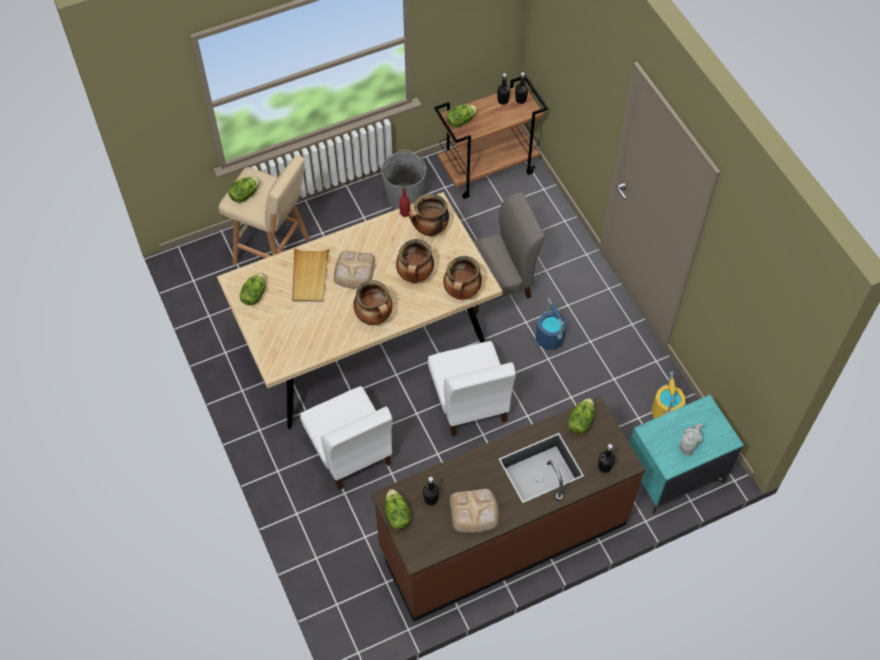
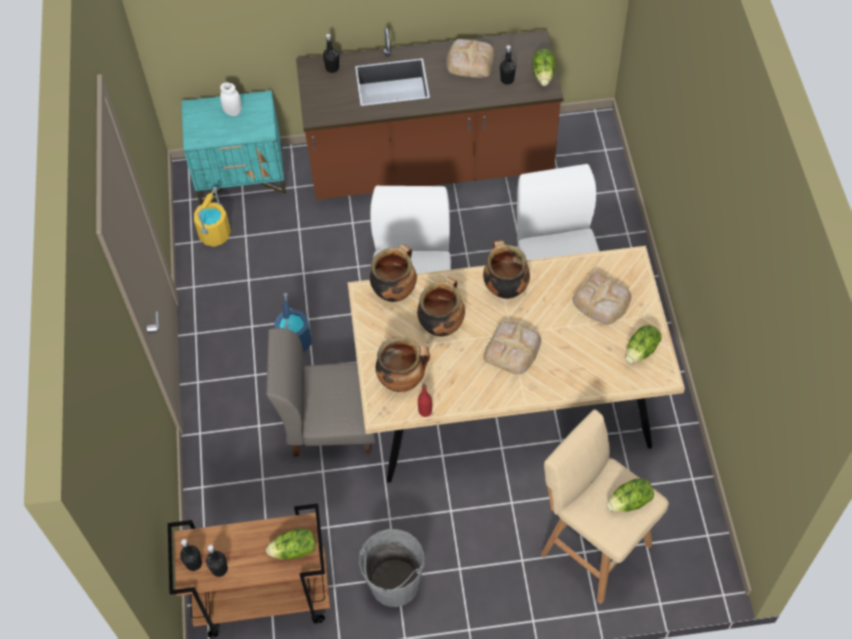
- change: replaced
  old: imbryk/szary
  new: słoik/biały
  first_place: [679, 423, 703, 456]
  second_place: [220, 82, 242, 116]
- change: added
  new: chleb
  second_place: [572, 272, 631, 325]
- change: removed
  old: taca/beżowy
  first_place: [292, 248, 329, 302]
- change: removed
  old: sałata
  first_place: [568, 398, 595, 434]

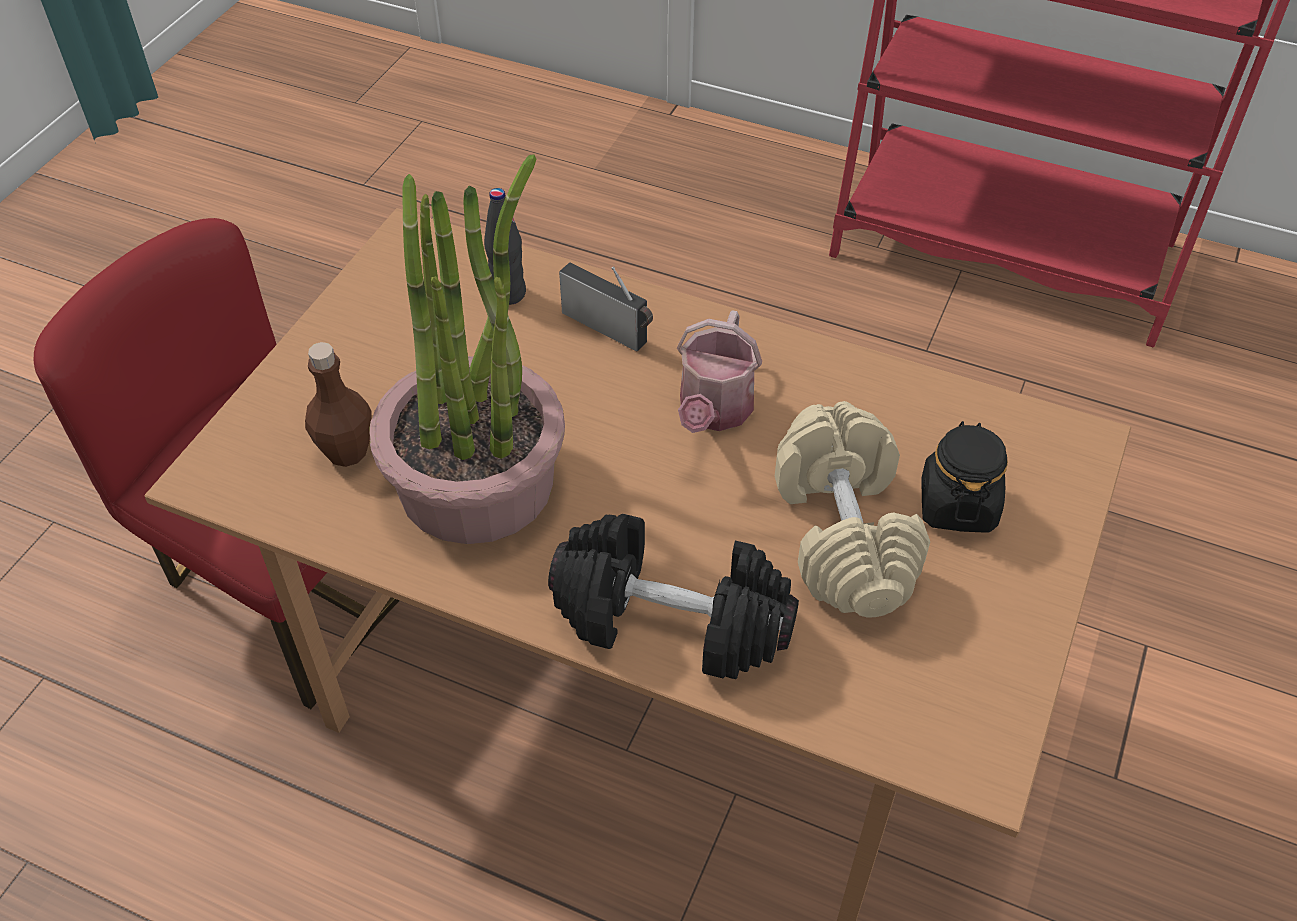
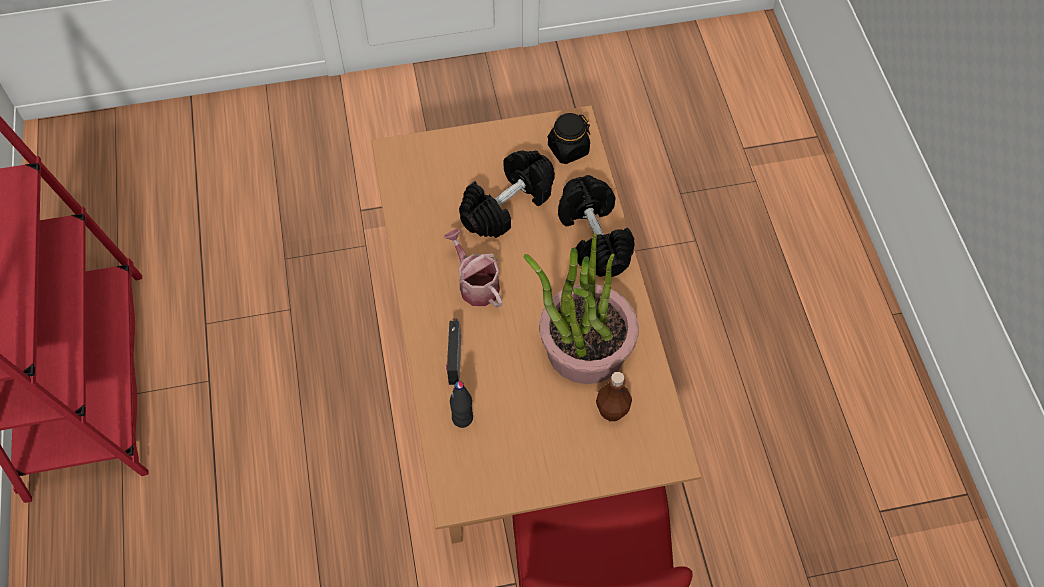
- change: turned
  old: konewka
  first_place: [677, 310, 762, 433]
  second_place: [444, 229, 502, 307]
  degrees: -105
- change: recoloured
  old: hantel/beżowy
  new: hantel/czarny
  first_place: [775, 401, 930, 617]
  second_place: [459, 150, 555, 238]
- change: moved
  old: słoik/czarny
  first_place: [922, 421, 1008, 533]
  second_place: [547, 113, 590, 164]

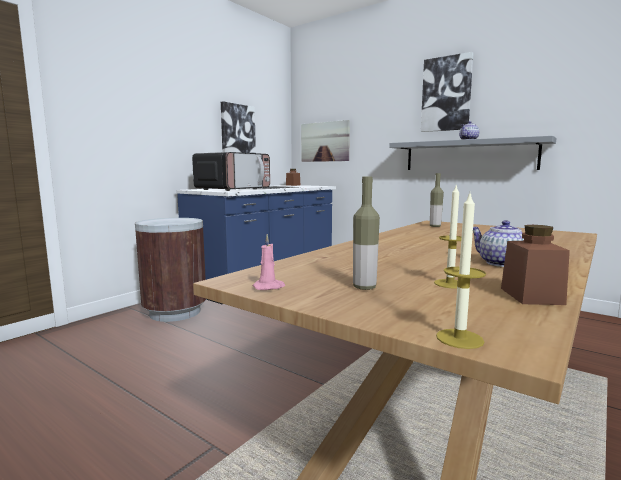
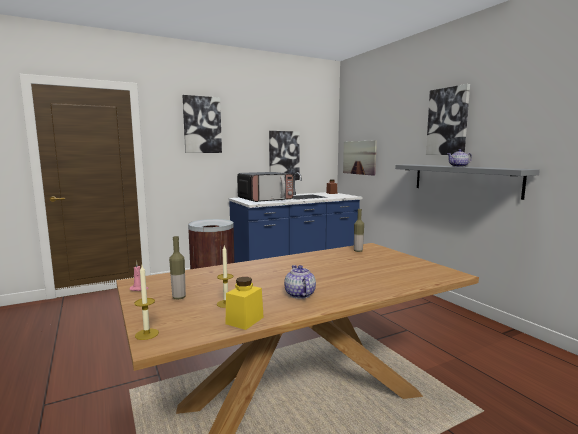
- change: added
  new: obraz
  second_place: [182, 95, 222, 153]
- change: recoloured
  old: słoik/brązowy
  new: słoik/żółty
  first_place: [501, 225, 570, 305]
  second_place: [226, 277, 264, 330]

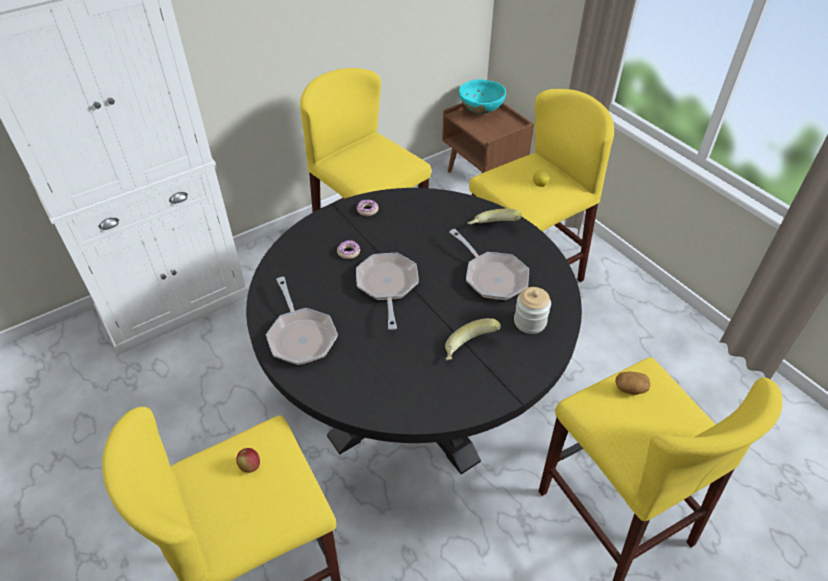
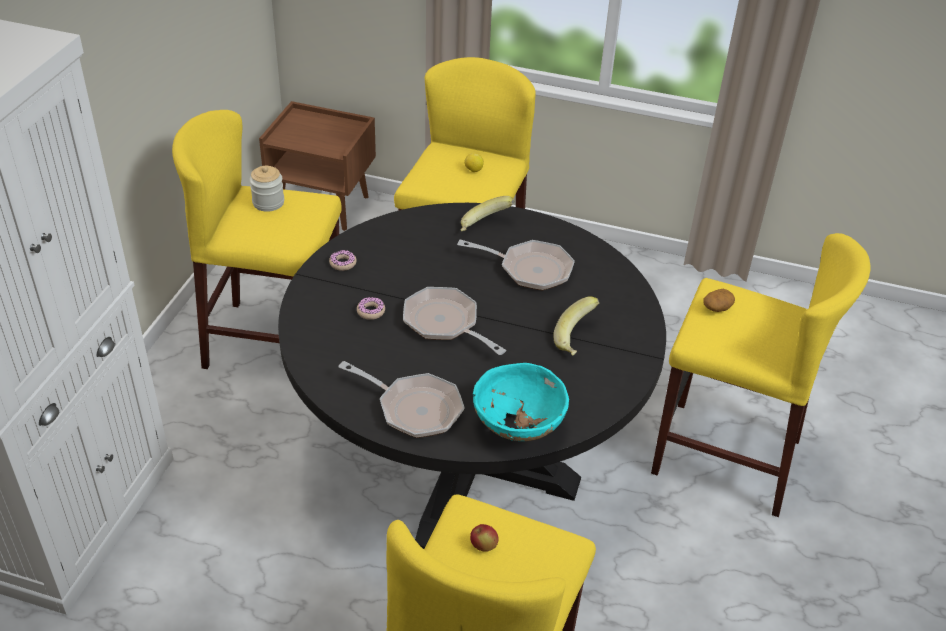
- change: moved
  old: słoik
  first_place: [514, 287, 551, 334]
  second_place: [249, 166, 284, 212]
- change: moved
  old: miska/turkusowy
  first_place: [459, 79, 506, 114]
  second_place: [473, 363, 569, 441]

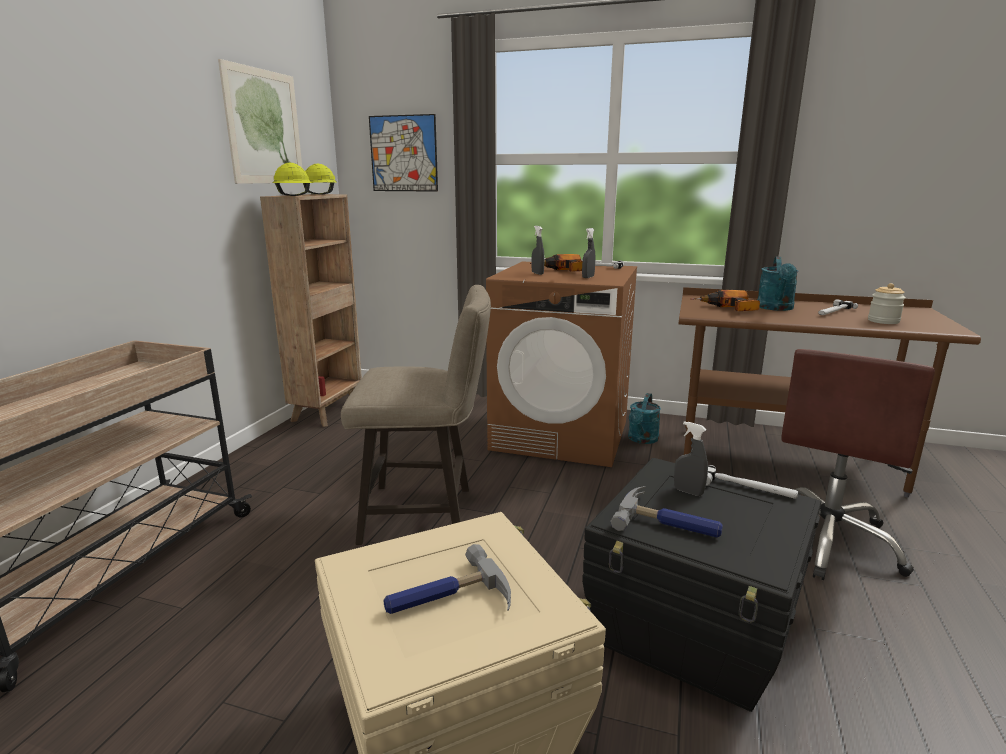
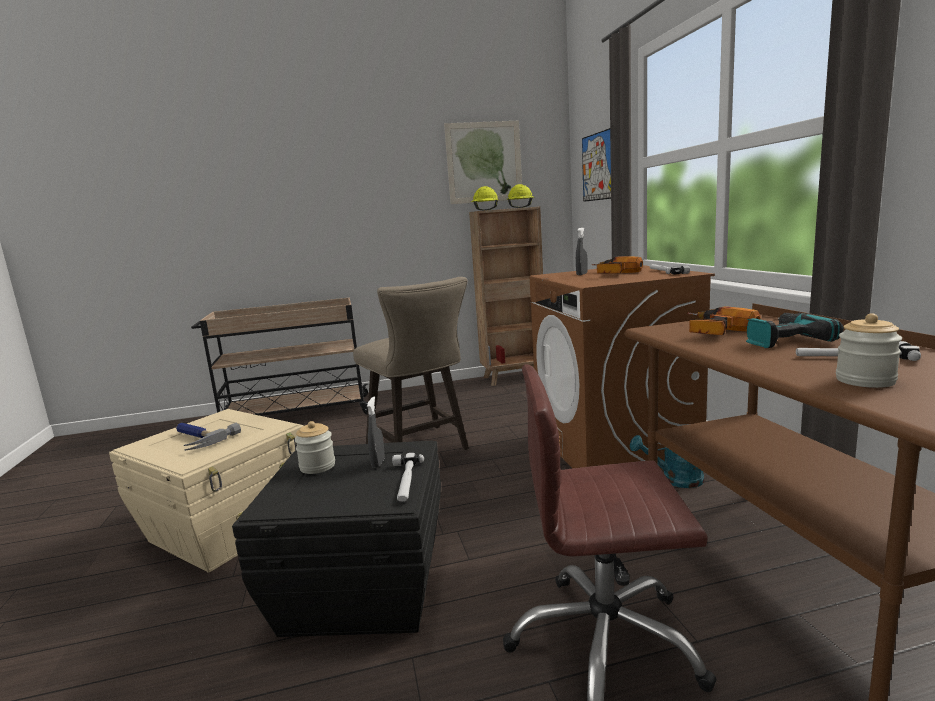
- change: replaced
  old: młotek
  new: słoik
  first_place: [610, 486, 723, 537]
  second_place: [295, 421, 335, 474]
- change: replaced
  old: konewka/turkusowy
  new: wiertarka
  first_place: [757, 257, 799, 311]
  second_place: [746, 313, 844, 348]
- change: removed
  old: spryskiwacz/szary
  first_place: [582, 228, 595, 278]

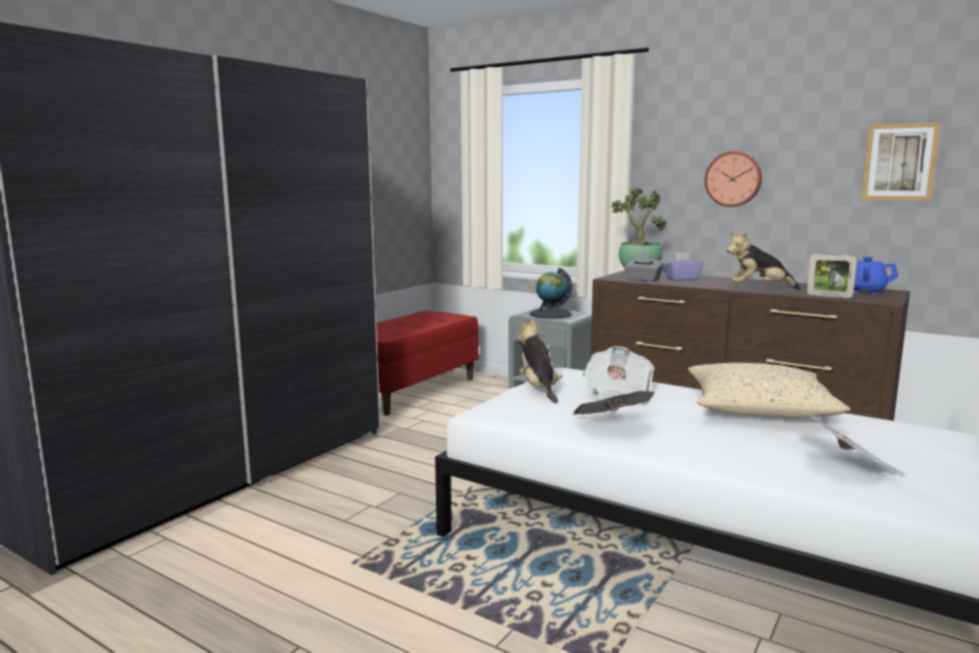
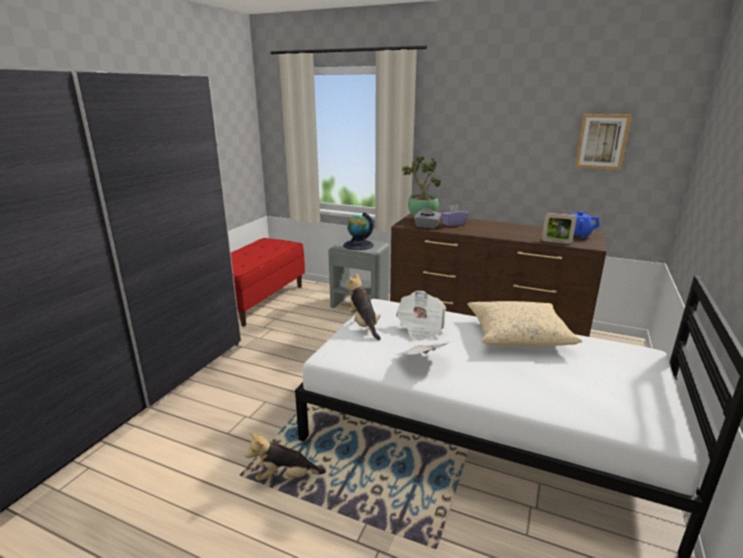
- change: moved
  old: pluszak
  first_place: [727, 231, 800, 289]
  second_place: [245, 433, 326, 481]
- change: removed
  old: zegar ścienny
  first_place: [705, 151, 762, 207]
- change: removed
  old: gazeta
  first_place: [798, 412, 905, 473]

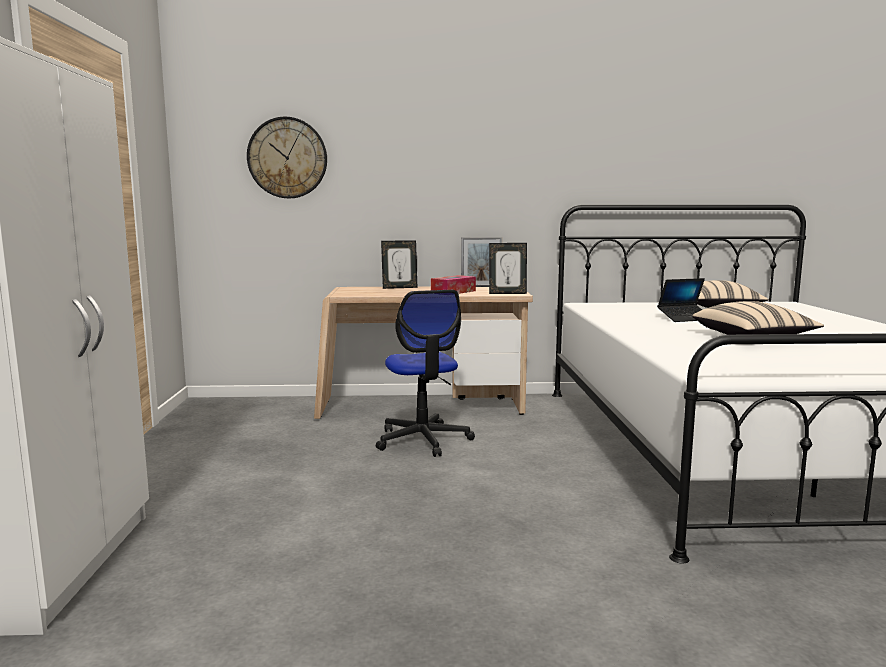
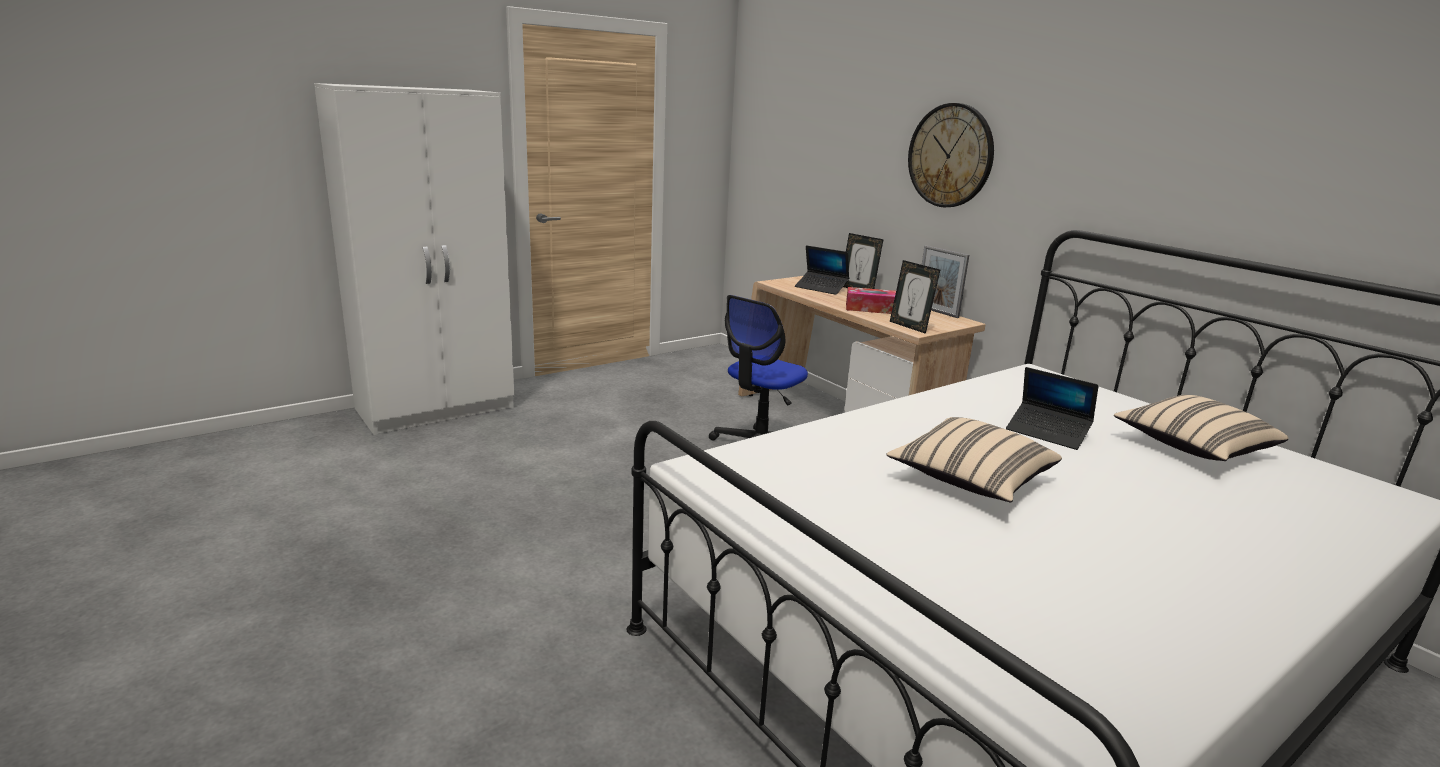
- change: added
  new: laptop
  second_place: [795, 245, 849, 295]
- change: moved
  old: zegar ścienny
  first_place: [247, 117, 327, 198]
  second_place: [908, 103, 994, 207]

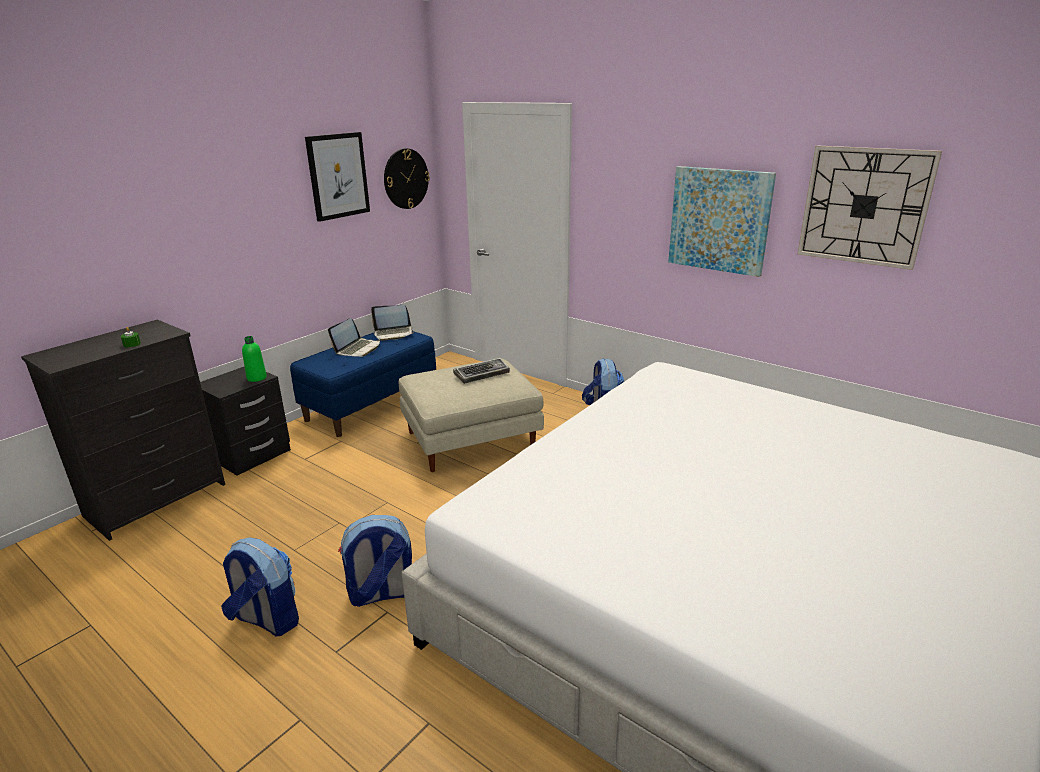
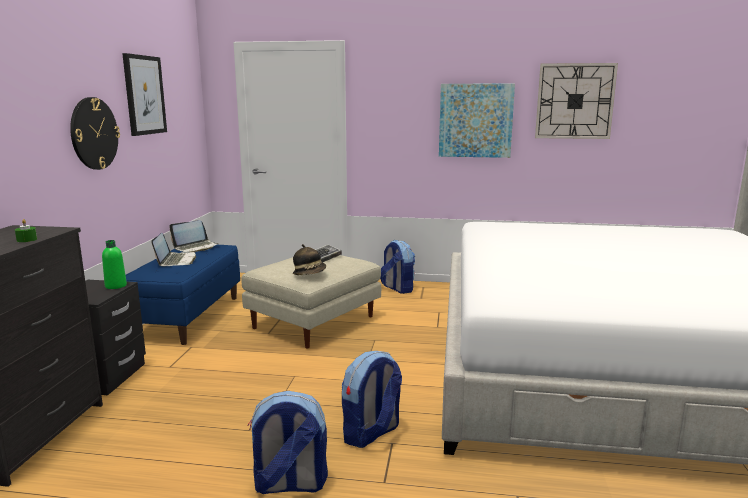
- change: moved
  old: zegar ścienny
  first_place: [384, 148, 430, 209]
  second_place: [70, 97, 120, 170]
- change: added
  new: kapelusz
  second_place: [293, 244, 326, 275]

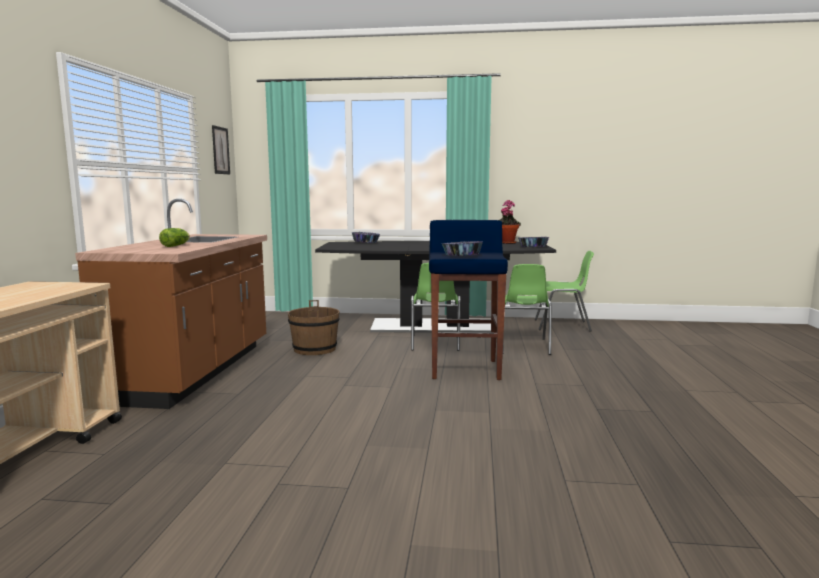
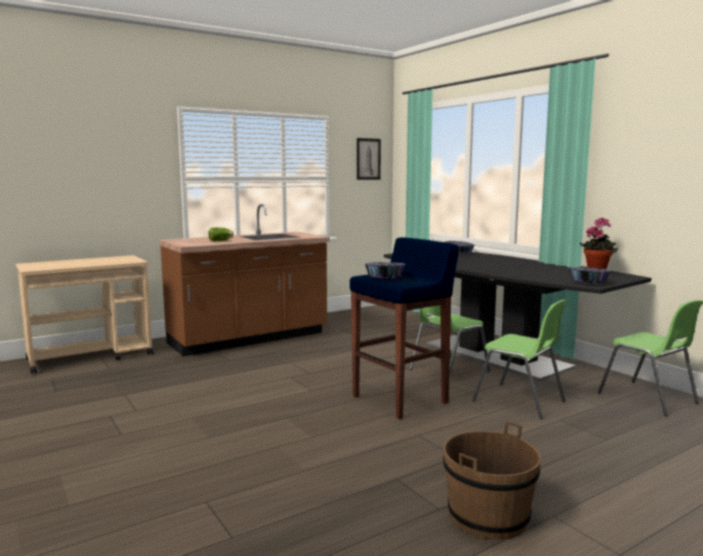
- change: moved
  old: wiadro/brązowy
  first_place: [288, 300, 340, 355]
  second_place: [443, 421, 541, 540]
- change: turned
  old: krzesło/zielony
  first_place: [496, 264, 552, 355]
  second_place: [472, 299, 567, 419]
  degrees: -105

